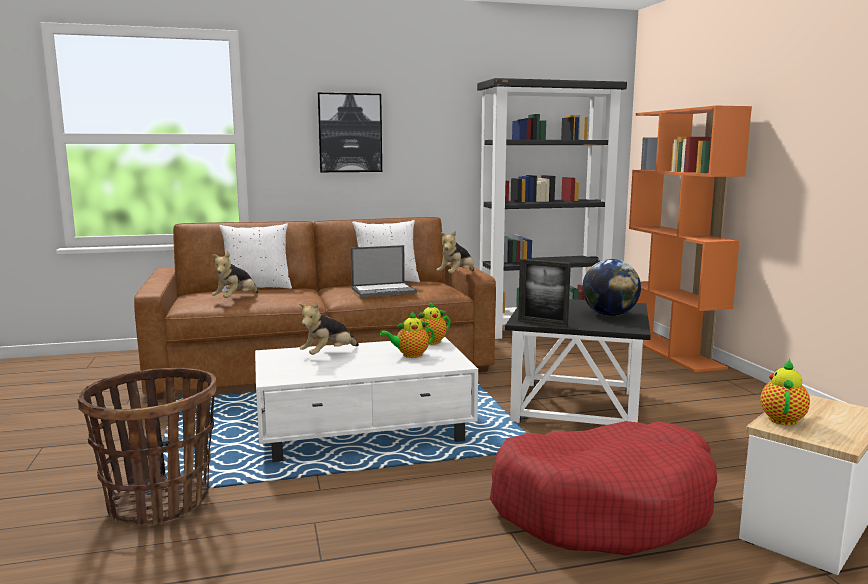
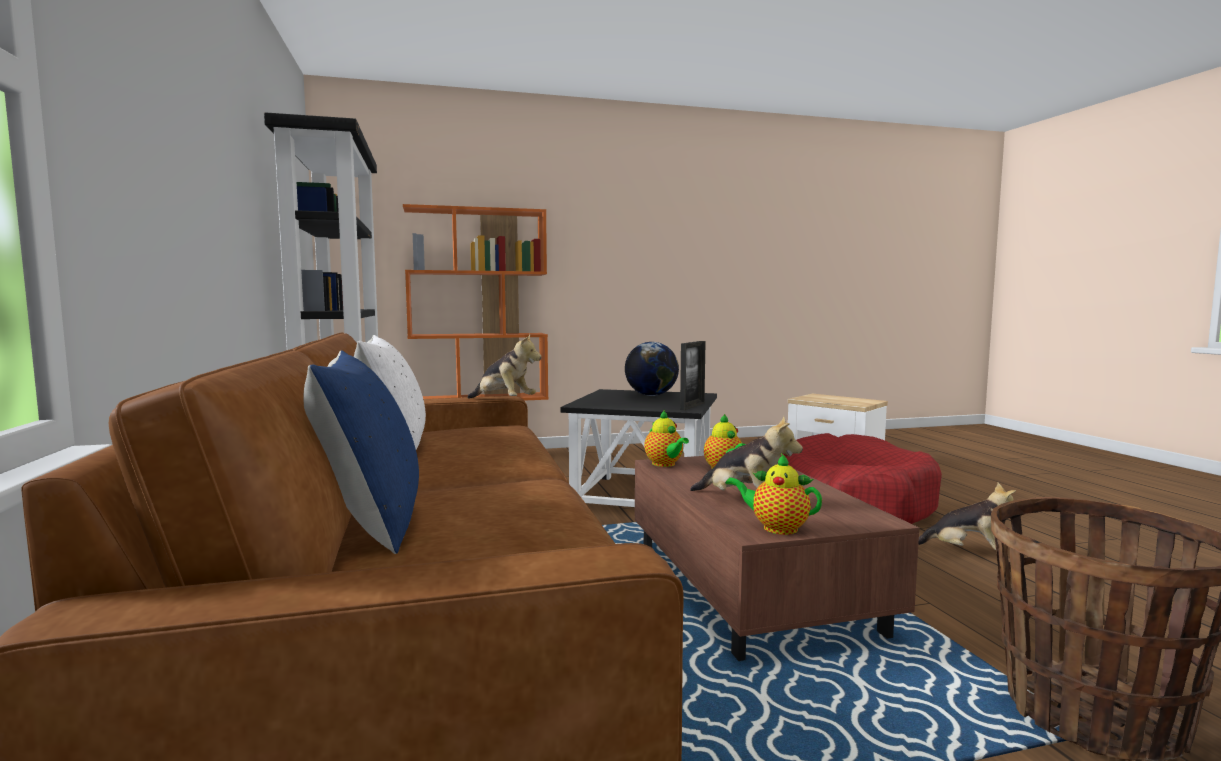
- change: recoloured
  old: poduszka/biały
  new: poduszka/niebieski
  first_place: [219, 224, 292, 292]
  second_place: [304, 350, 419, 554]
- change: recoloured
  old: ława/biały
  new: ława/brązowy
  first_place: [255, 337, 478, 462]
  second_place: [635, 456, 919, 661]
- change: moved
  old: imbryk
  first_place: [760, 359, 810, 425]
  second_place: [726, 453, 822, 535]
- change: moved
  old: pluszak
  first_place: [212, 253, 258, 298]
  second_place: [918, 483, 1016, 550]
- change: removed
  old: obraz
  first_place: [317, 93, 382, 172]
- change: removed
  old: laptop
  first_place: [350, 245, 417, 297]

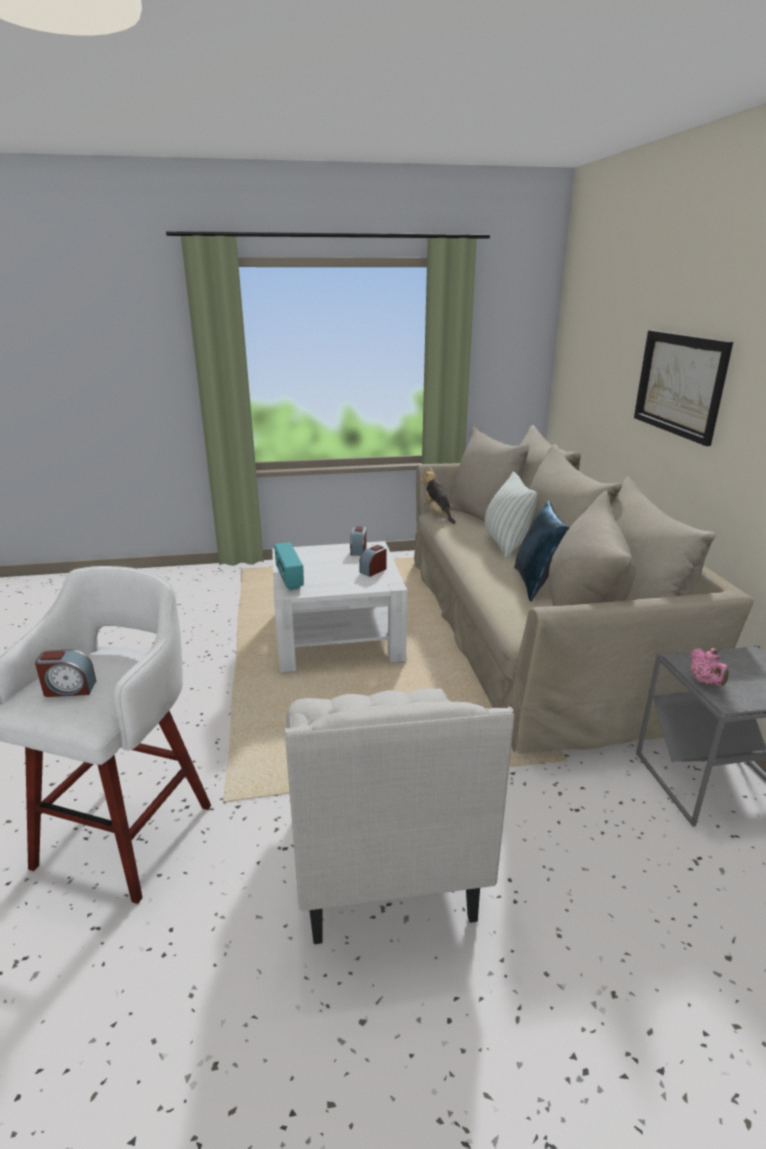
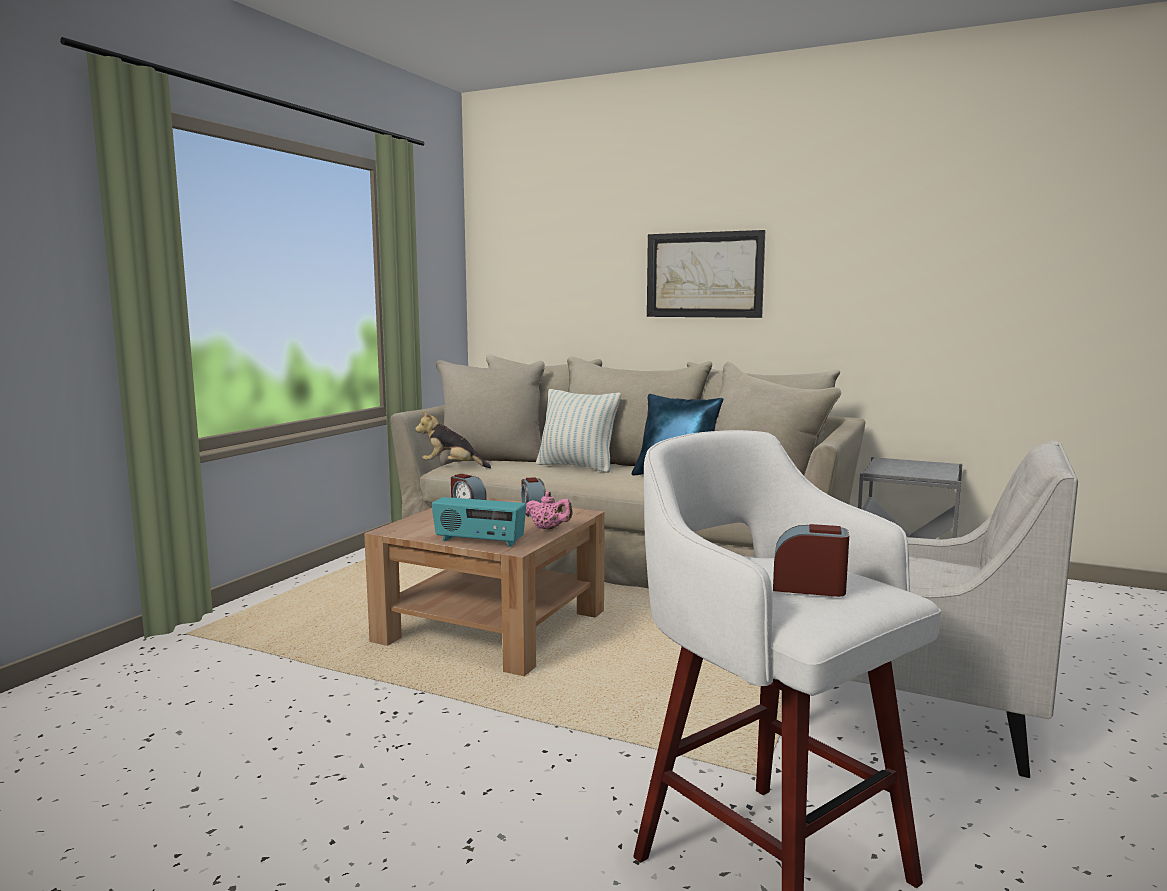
- change: recoloured
  old: ława/biały
  new: ława/brązowy
  first_place: [272, 541, 407, 672]
  second_place: [364, 497, 605, 676]
- change: moved
  old: imbryk/różowy
  first_place: [690, 648, 729, 686]
  second_place: [526, 491, 573, 530]
- change: turned
  old: budzik
  first_place: [35, 650, 96, 697]
  second_place: [773, 524, 849, 597]
  degrees: -105

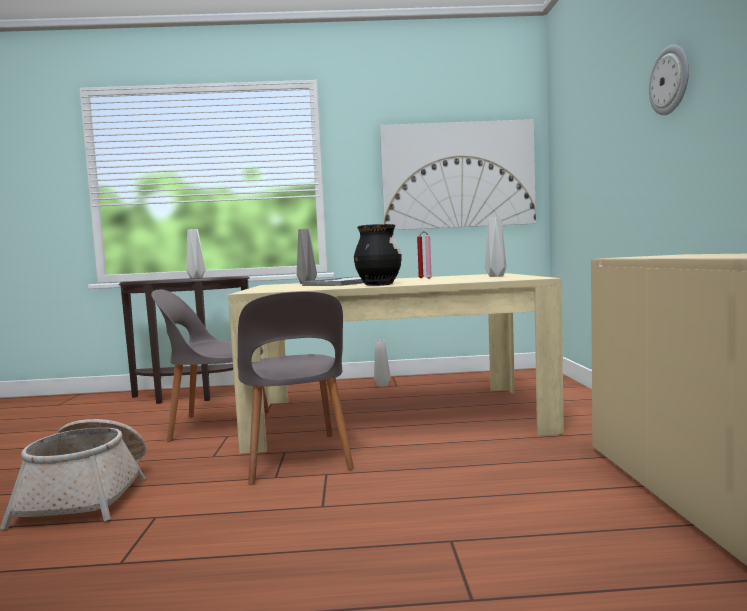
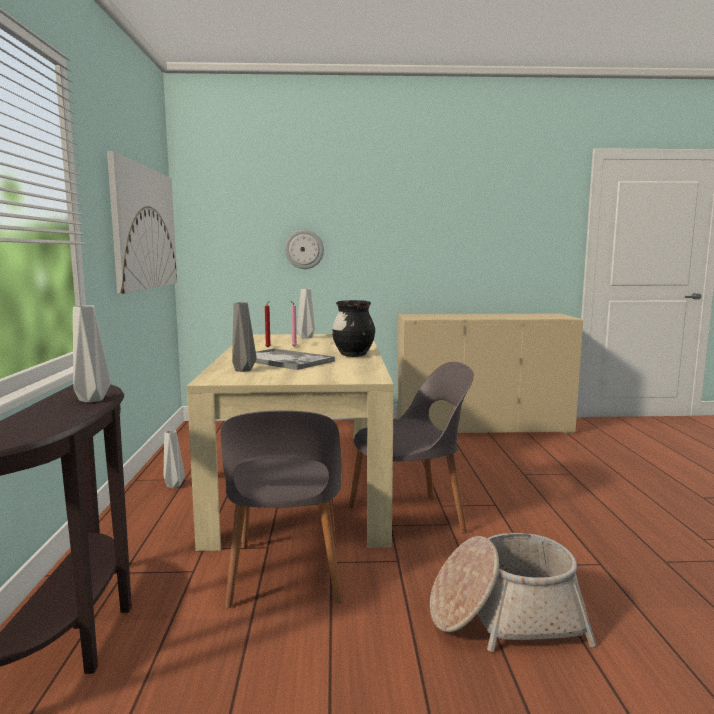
- change: moved
  old: zegar ścienny
  first_place: [649, 45, 689, 115]
  second_place: [285, 230, 324, 269]

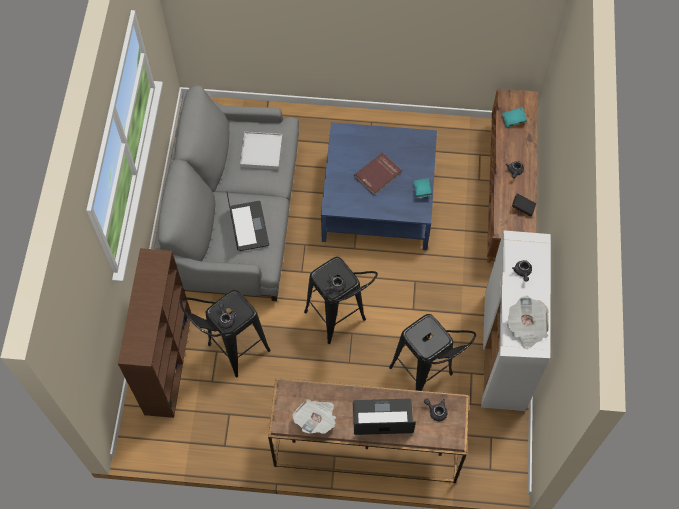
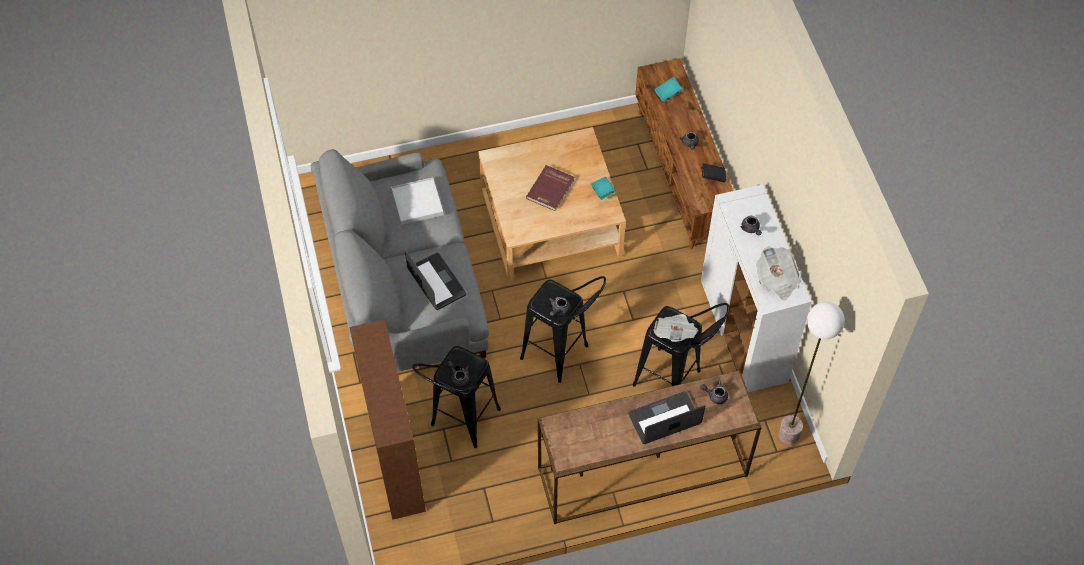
- change: recoloured
  old: ława/niebieski
  new: ława/beżowy
  first_place: [321, 122, 437, 250]
  second_place: [478, 127, 626, 282]
- change: moved
  old: gazeta
  first_place: [293, 399, 336, 434]
  second_place: [653, 314, 698, 342]
- change: added
  new: lampa stojąca
  second_place: [778, 302, 845, 445]

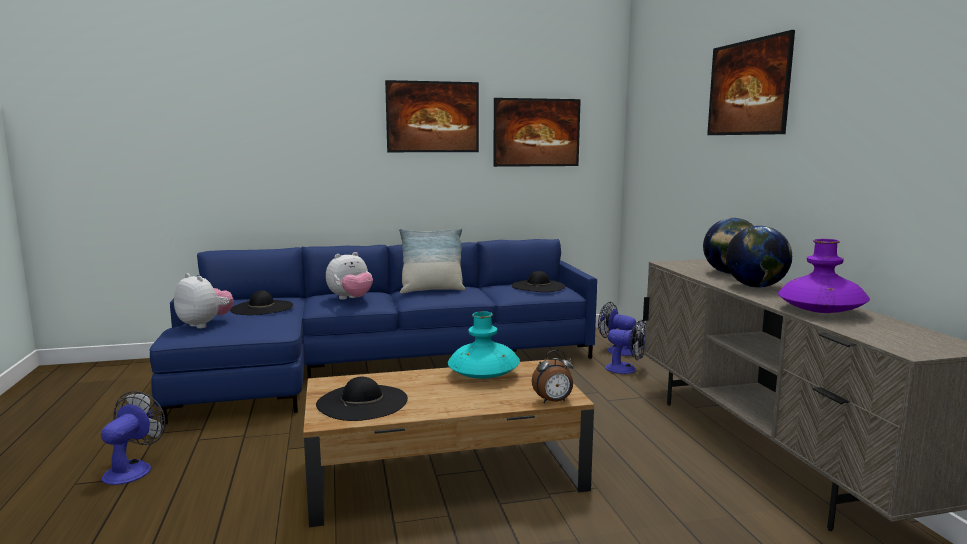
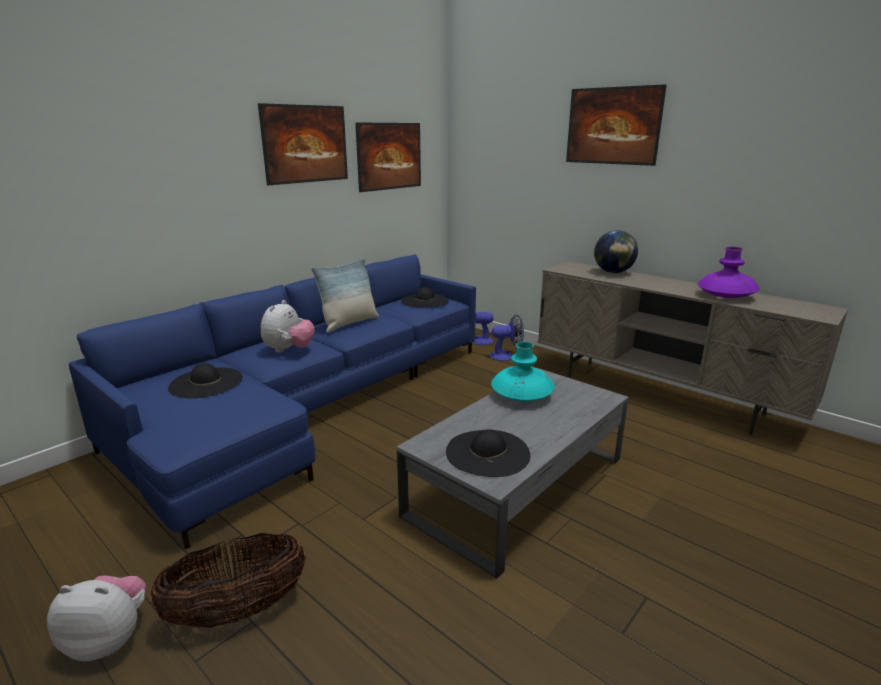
- change: moved
  old: pluszak
  first_place: [174, 273, 234, 329]
  second_place: [47, 575, 146, 661]
- change: replaced
  old: wentylator
  new: koszyk
  first_place: [101, 391, 166, 485]
  second_place: [150, 533, 306, 628]
- change: recoloured
  old: ława/brązowy
  new: ława/szary
  first_place: [303, 360, 594, 527]
  second_place: [397, 368, 628, 579]
- change: removed
  old: budzik
  first_place: [532, 350, 573, 403]
- change: removed
  old: globus
  first_place: [726, 226, 792, 288]

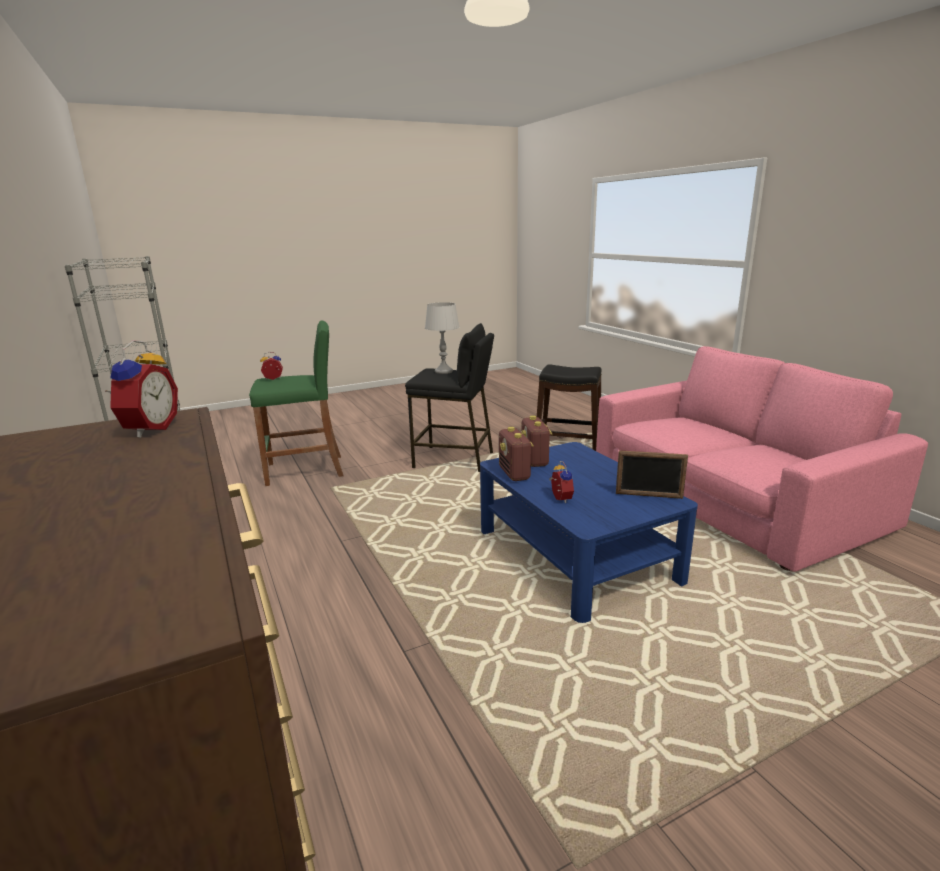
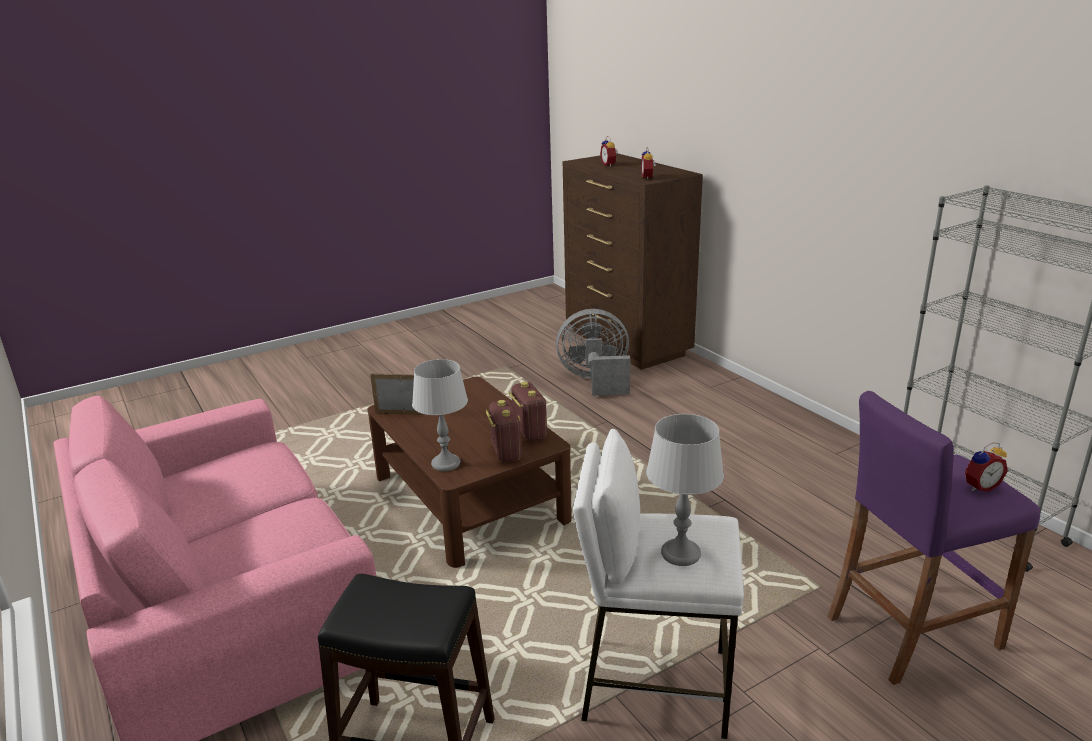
- change: recoloured
  old: ława/niebieski
  new: ława/brązowy
  first_place: [480, 442, 698, 623]
  second_place: [367, 377, 572, 568]
- change: added
  new: lampa stołowa/szary
  second_place: [412, 359, 468, 471]
- change: added
  new: wentylator/szary
  second_place: [556, 309, 630, 396]
- change: recoloured
  old: stołek/czarny
  new: stołek/biały
  first_place: [405, 323, 494, 472]
  second_place: [573, 429, 744, 739]
- change: moved
  old: budzik
  first_place: [549, 461, 574, 503]
  second_place: [600, 136, 618, 167]
- change: recoloured
  old: stołek/zielony
  new: stołek/fioletowy
  first_place: [249, 320, 343, 486]
  second_place: [827, 391, 1040, 685]

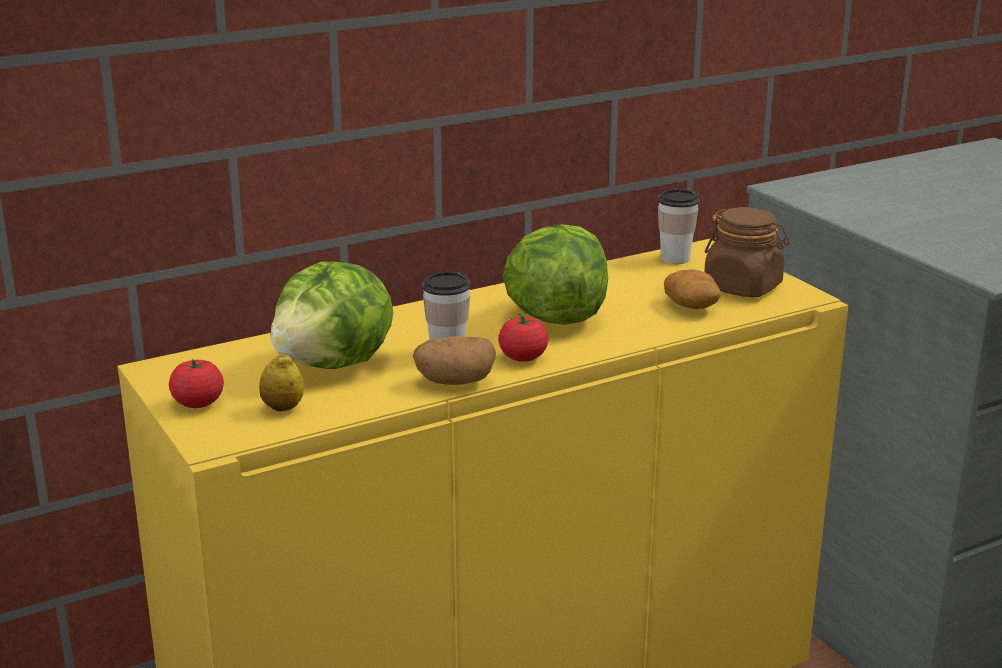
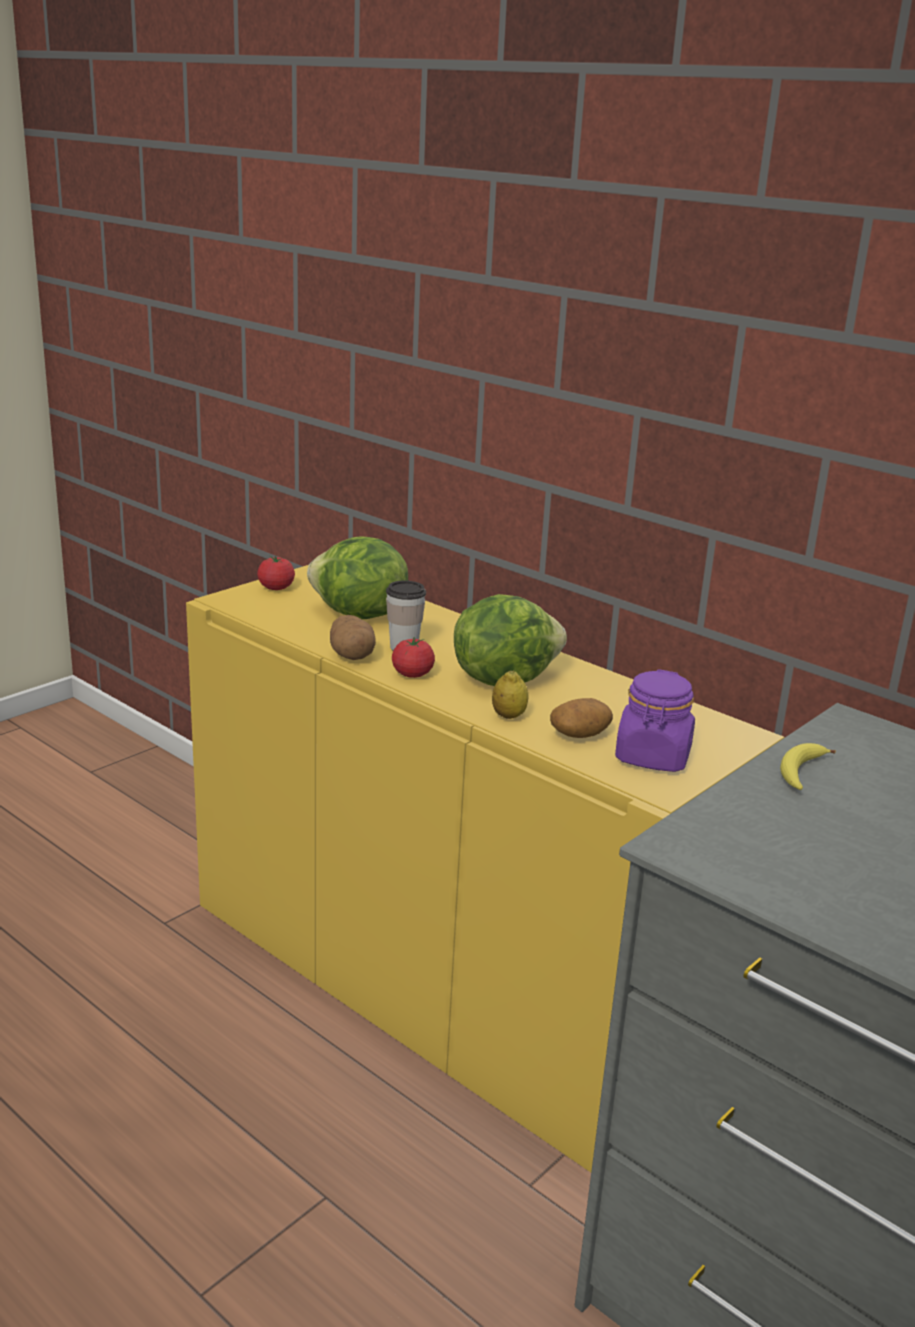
- change: moved
  old: cytryna
  first_place: [259, 353, 304, 411]
  second_place: [492, 670, 528, 719]
- change: recoloured
  old: słoik/brązowy
  new: słoik/fioletowy
  first_place: [704, 207, 790, 298]
  second_place: [615, 669, 695, 772]
- change: added
  new: banan
  second_place: [780, 743, 836, 790]
- change: removed
  old: filiżanka
  first_place: [658, 189, 700, 264]

